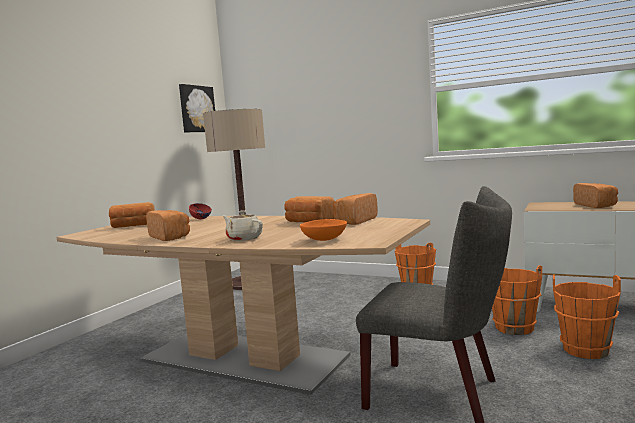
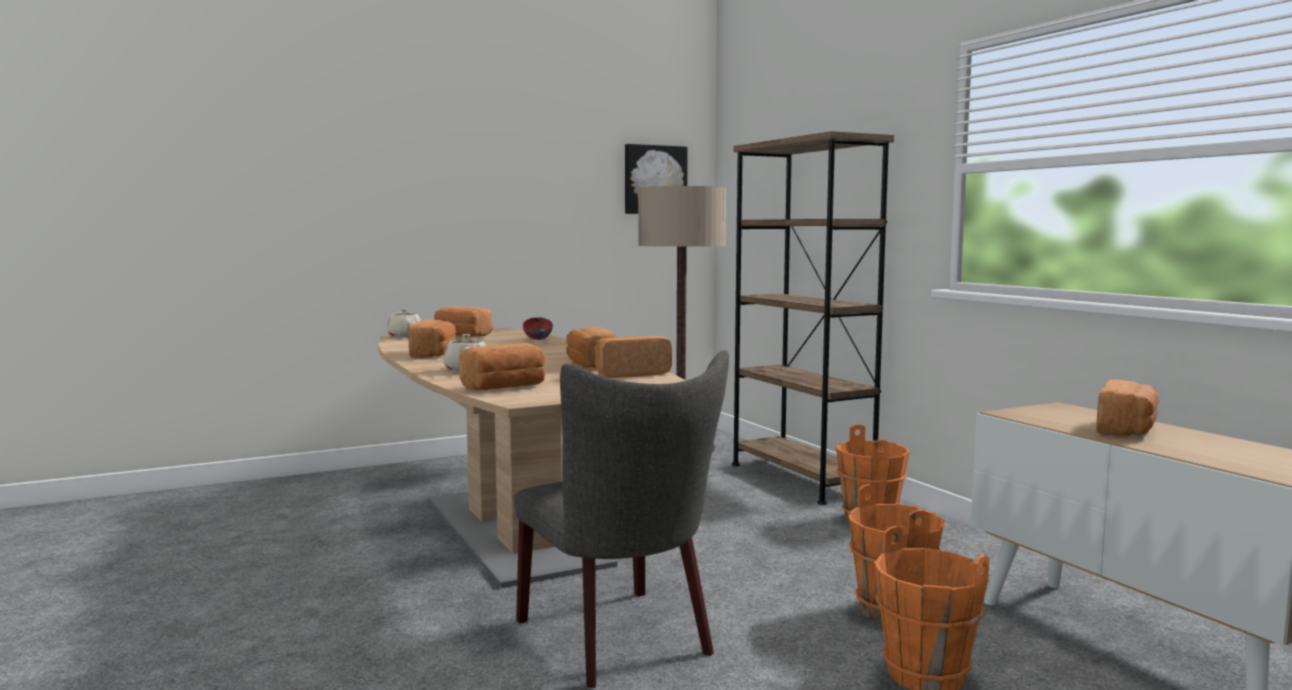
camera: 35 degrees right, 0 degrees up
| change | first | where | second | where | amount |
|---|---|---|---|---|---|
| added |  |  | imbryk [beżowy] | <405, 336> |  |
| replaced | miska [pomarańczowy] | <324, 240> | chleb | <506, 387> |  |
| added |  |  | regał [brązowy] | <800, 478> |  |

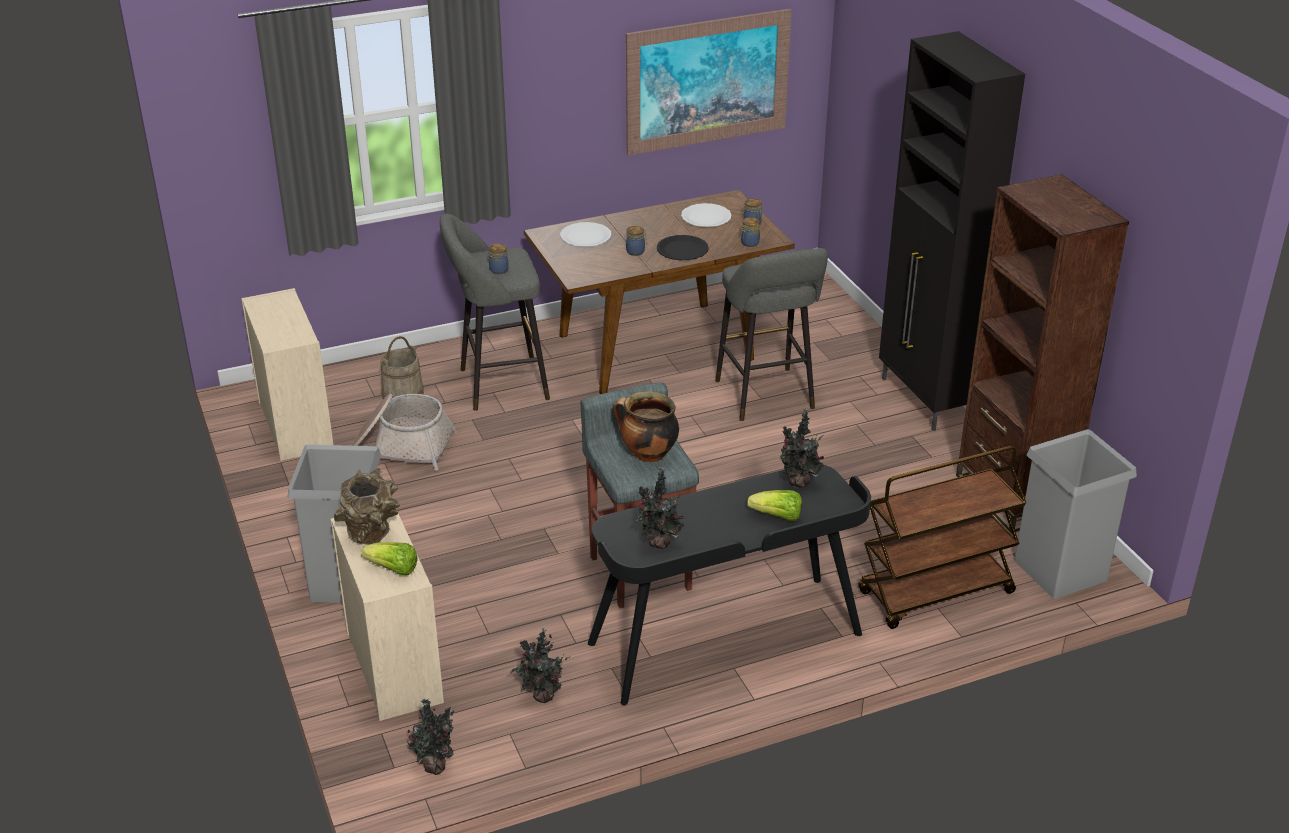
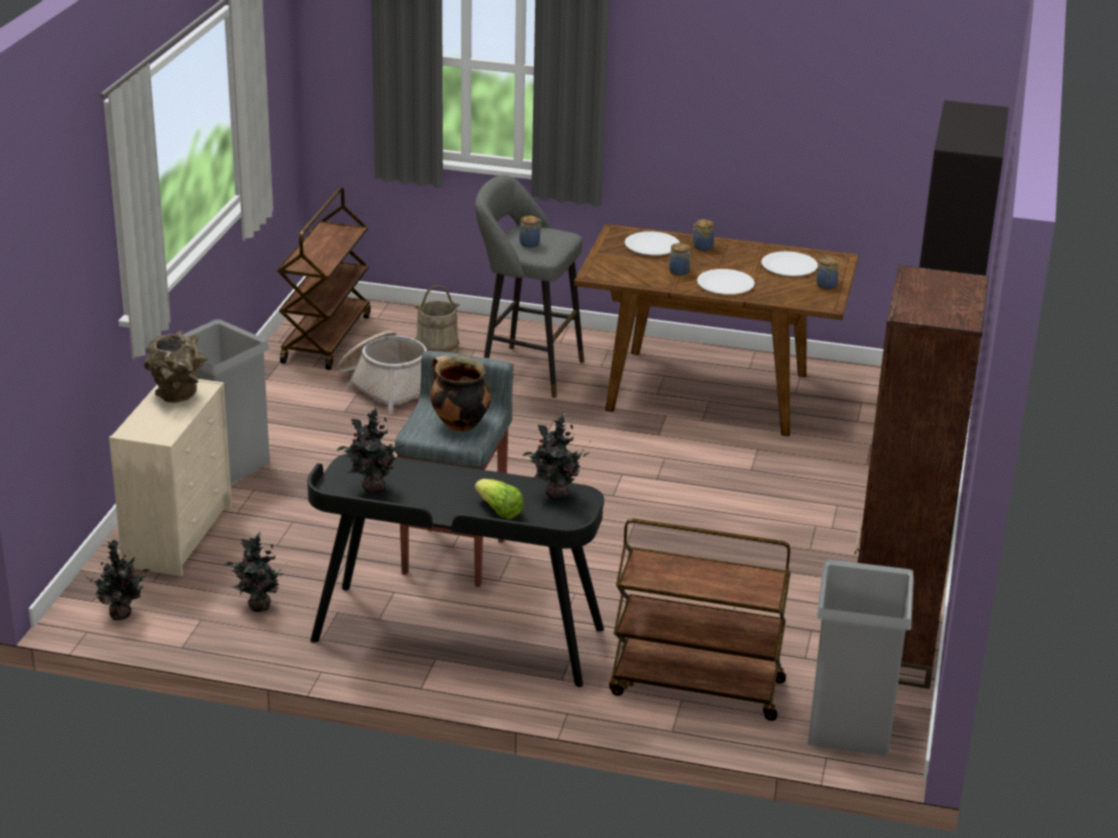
camera: 35 degrees right, 5 degrees down
| change | first | where | second | where | amount |
|---|---|---|---|---|---|
| replaced | komoda [beżowy] | <295, 424> | wózek [brązowy] | <325, 338> |  |
| moved | słoik | <749, 243> |  | <702, 247> |  |
| recoloured | talerz [czarny] | <682, 249> | talerz [biały] | <725, 284> |  |
| removed | sałata | <393, 569> |  |  |  |
| removed | obraz | <707, 81> |  |  |  |
| removed | stołek [szary] | <767, 397> |  |  |  |

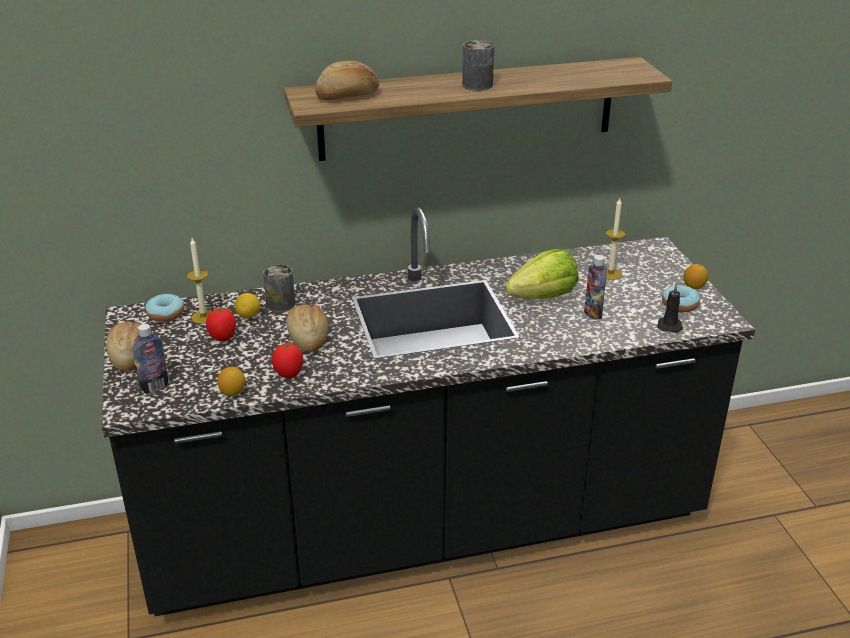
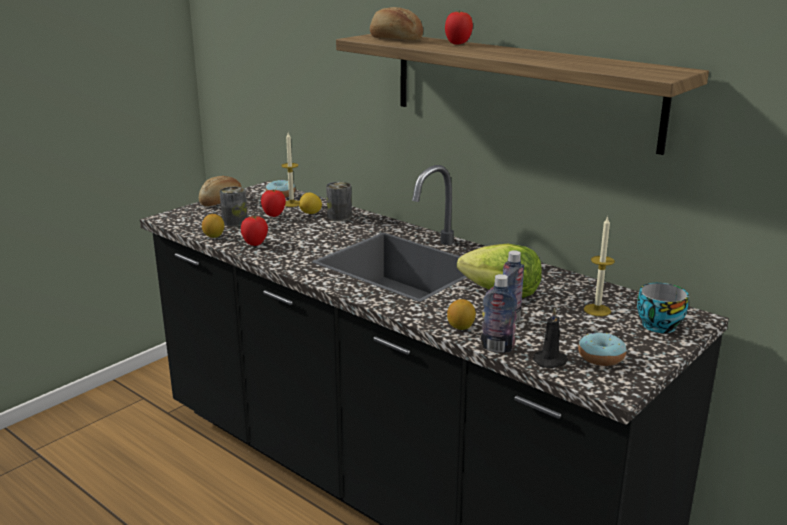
camera: 55 degrees right, 10 degrees down
| change | first | where | second | where | amount |
|---|---|---|---|---|---|
| moved | puszka | <477, 85> |  | <235, 222> |  |
| added |  |  | pomidor | <458, 44> |  |
| moved | cytryna | <694, 287> |  | <461, 327> |  |
| moved | butelka | <155, 386> |  | <497, 348> |  |
| added |  |  | filiżanka | <657, 324> |  |
| removed | chleb | <308, 338> |  |  |  |

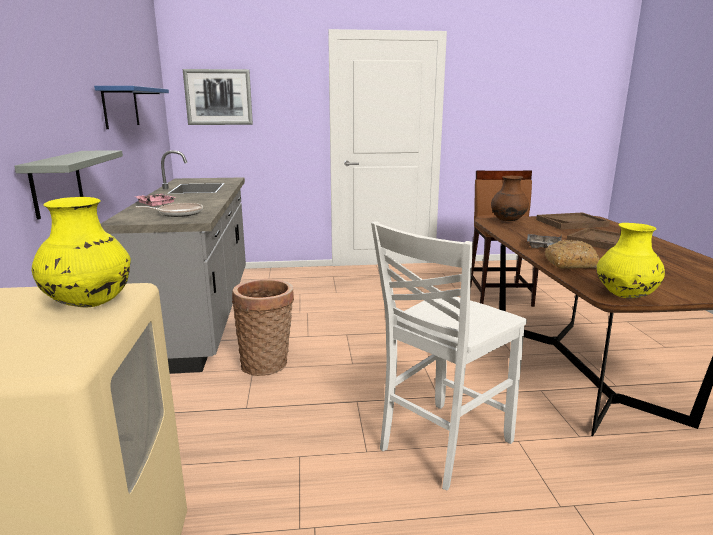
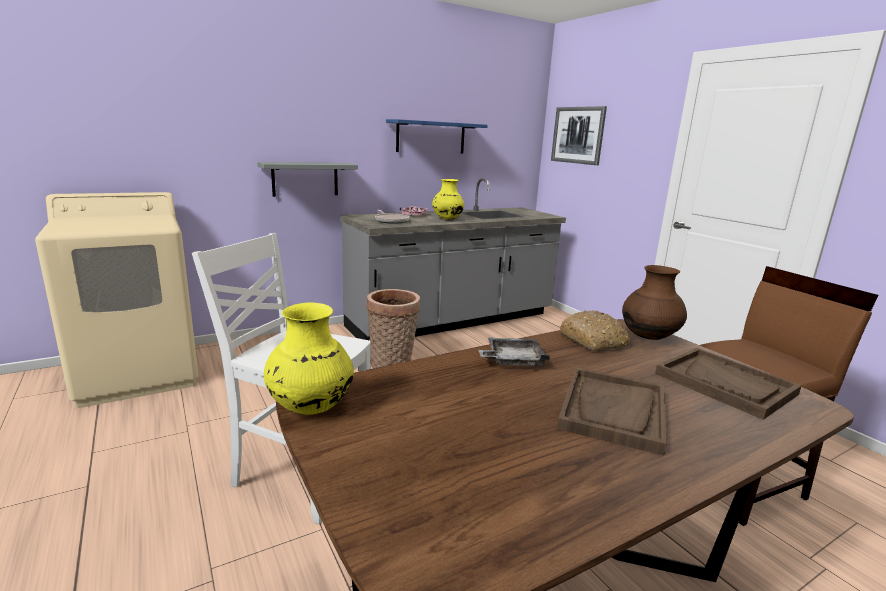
camera: 65 degrees right, 0 degrees up
| change | first | where | second | where | amount |
|---|---|---|---|---|---|
| moved | wazon [żółty] | <89, 304> |  | <447, 219> |  |
| moved | chleb | <571, 264> |  | <593, 341> |  |

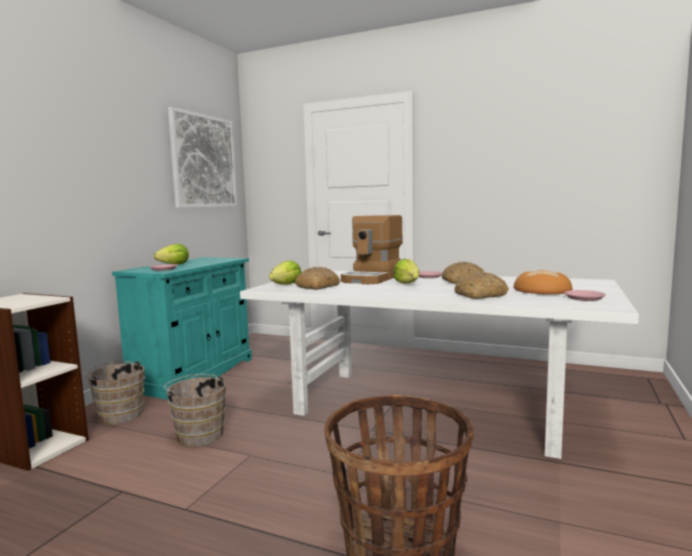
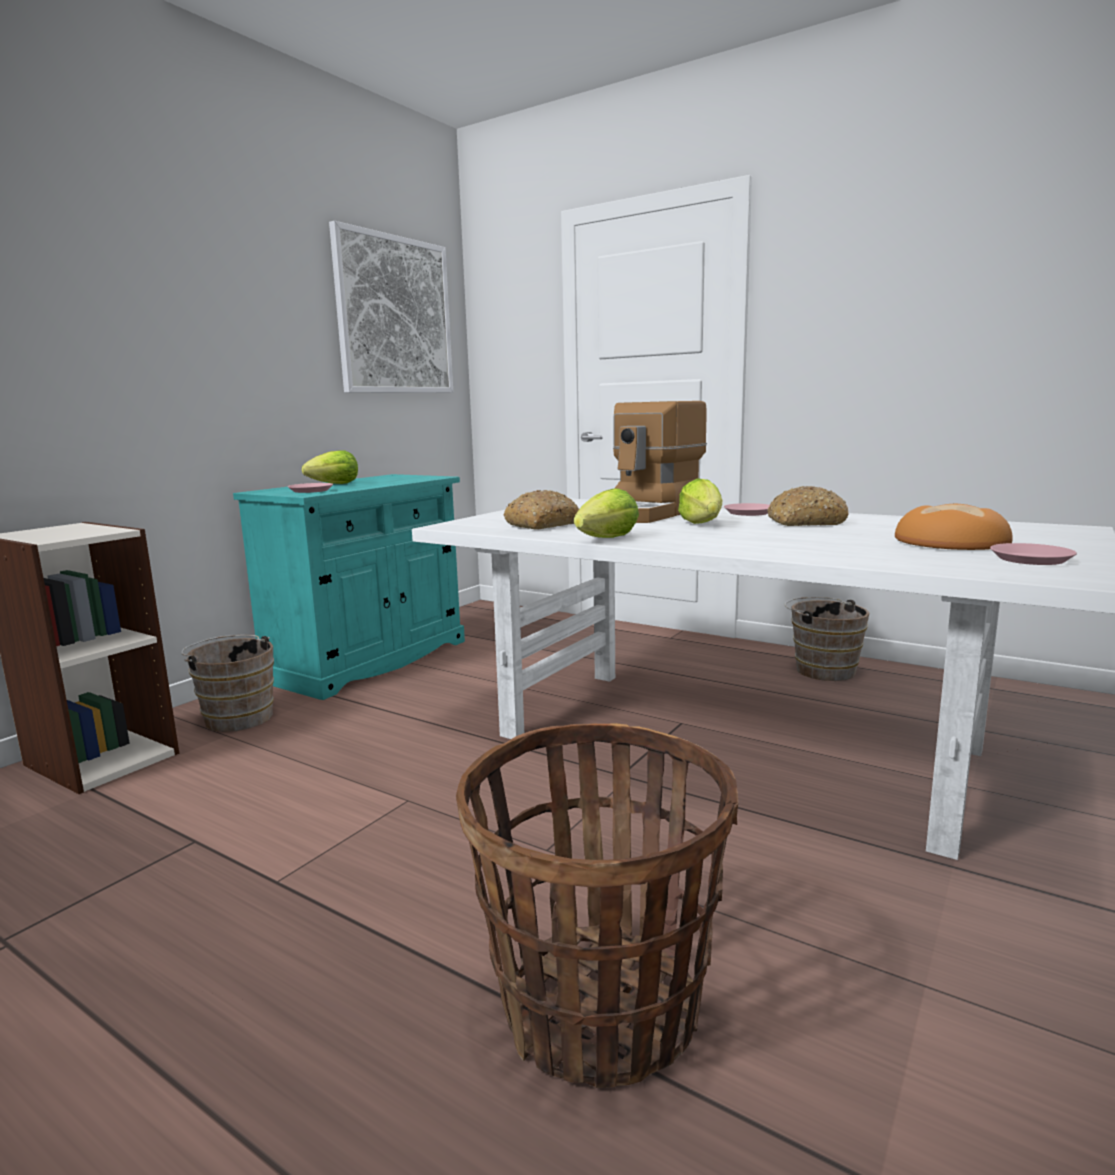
camera: 10 degrees right, 5 degrees up
| change | first | where | second | where | amount |
|---|---|---|---|---|---|
| moved | sałata | <286, 285> |  | <607, 539> |  |
| moved | wiadro [brązowy] | <198, 434> |  | <821, 669> |  |
| removed | chleb | <480, 295> |  |  |  |

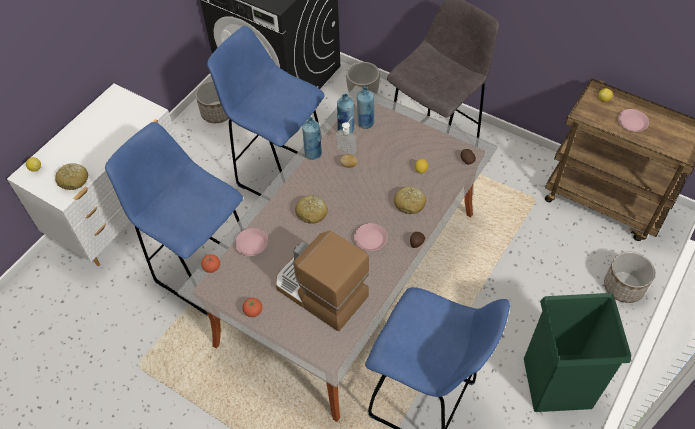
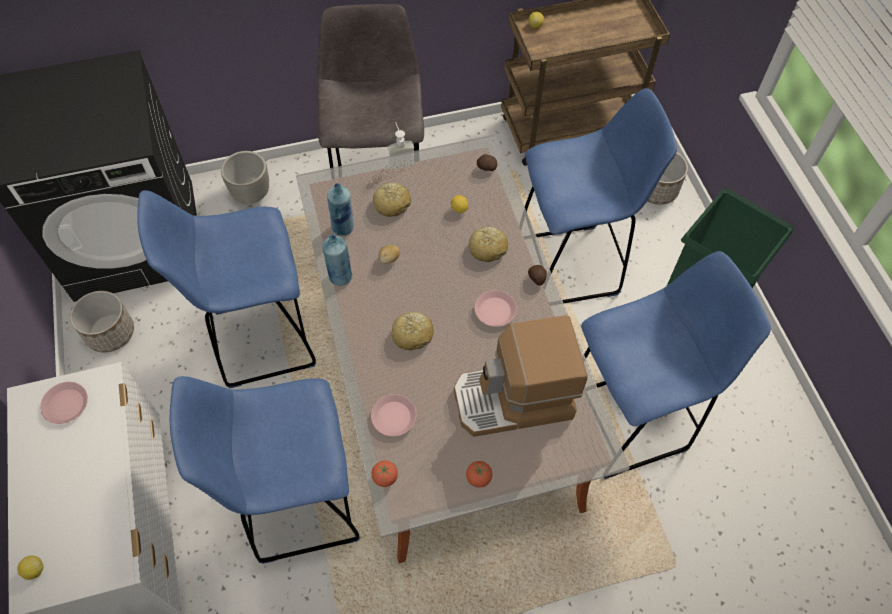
camera: 50 degrees left, 5 degrees up
| change | first | where | second | where | amount |
|---|---|---|---|---|---|
| moved | talerz [różowy] | <632, 122> |  | <66, 404> |  |
| moved | chleb | <74, 180> |  | <392, 204> |  |
| moved | dozownik mydła | <348, 146> |  | <400, 160> |  |
| added |  |  | stołek [niebieski] | <571, 265> |  |
| removed | butelka [niebieski] | <365, 123> |  |  |  |

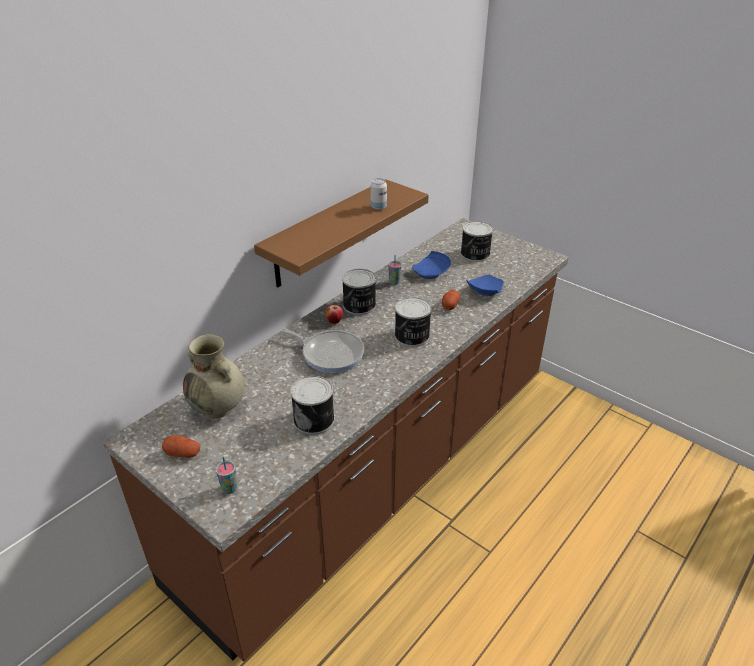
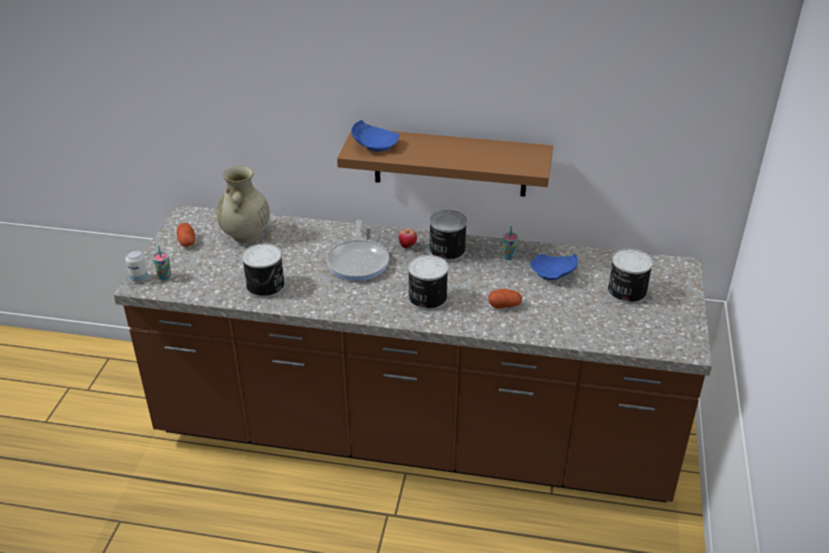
camera: 60 degrees right, 0 degrees up
| change | first | where | second | where | amount |
|---|---|---|---|---|---|
| moved | puszka | <378, 207> |  | <139, 278> |  |
| moved | talerz [niebieski] | <484, 291> |  | <374, 145> |  |

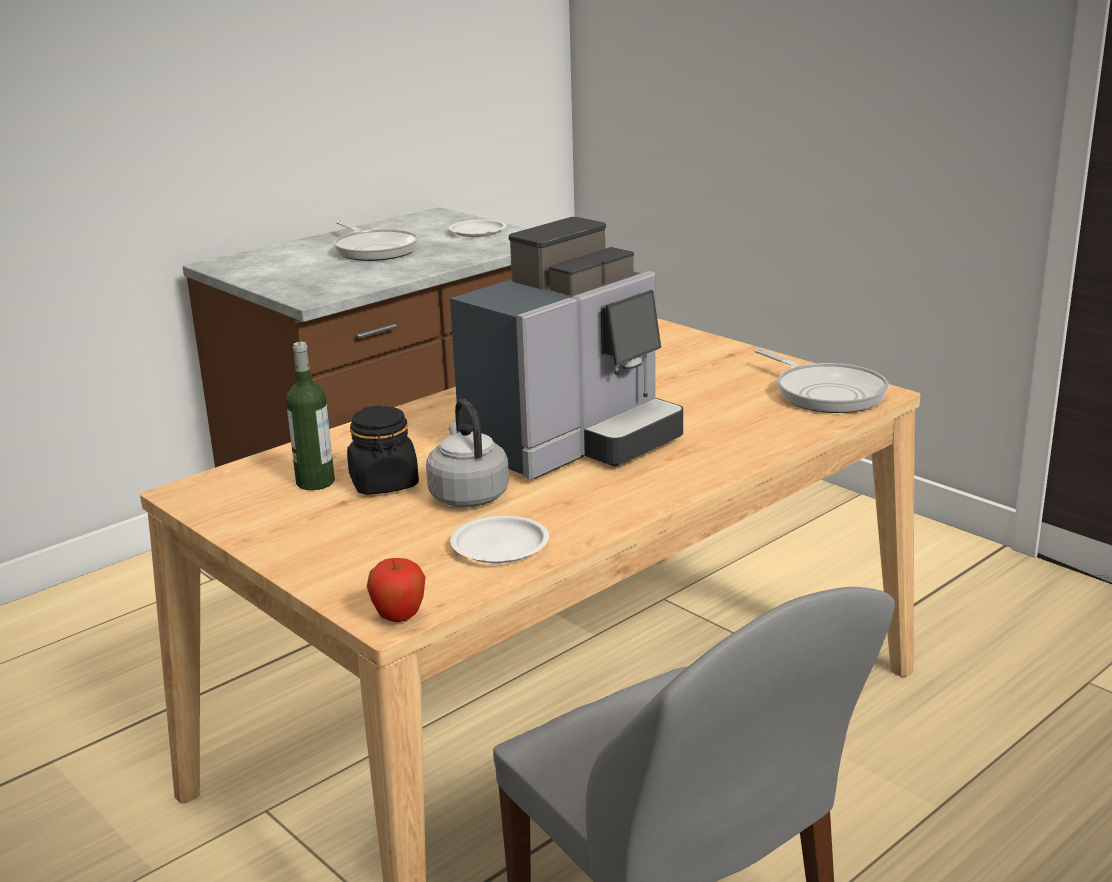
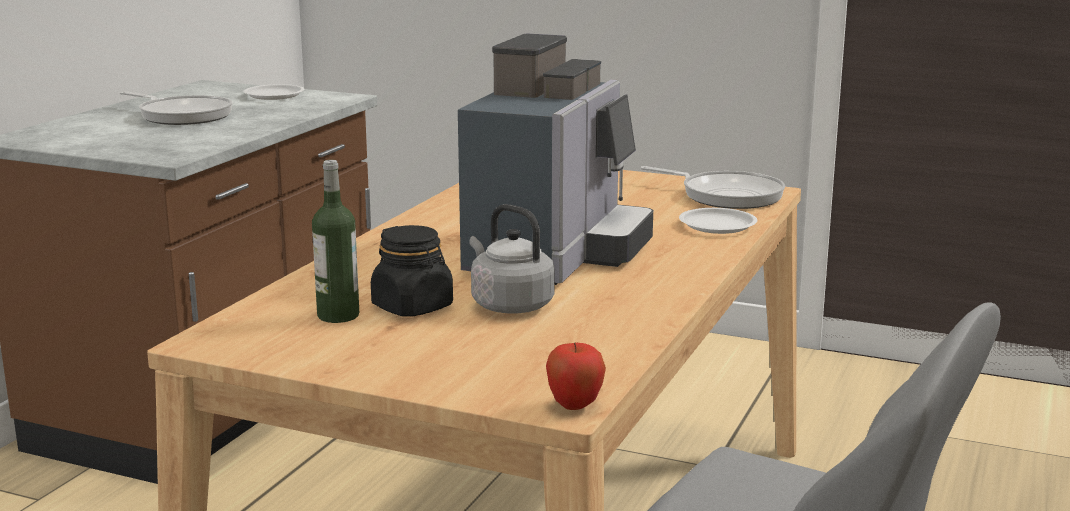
camera: 25 degrees left, 5 degrees down
| change | first | where | second | where | amount |
|---|---|---|---|---|---|
| moved | talerz [biały] | <500, 546> |  | <718, 226> |  |

